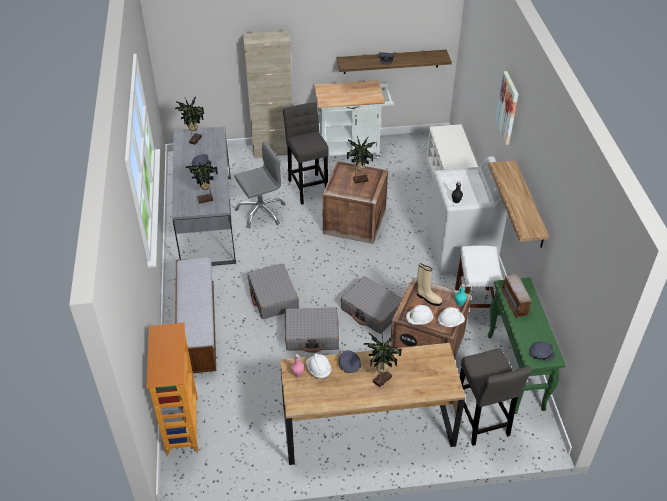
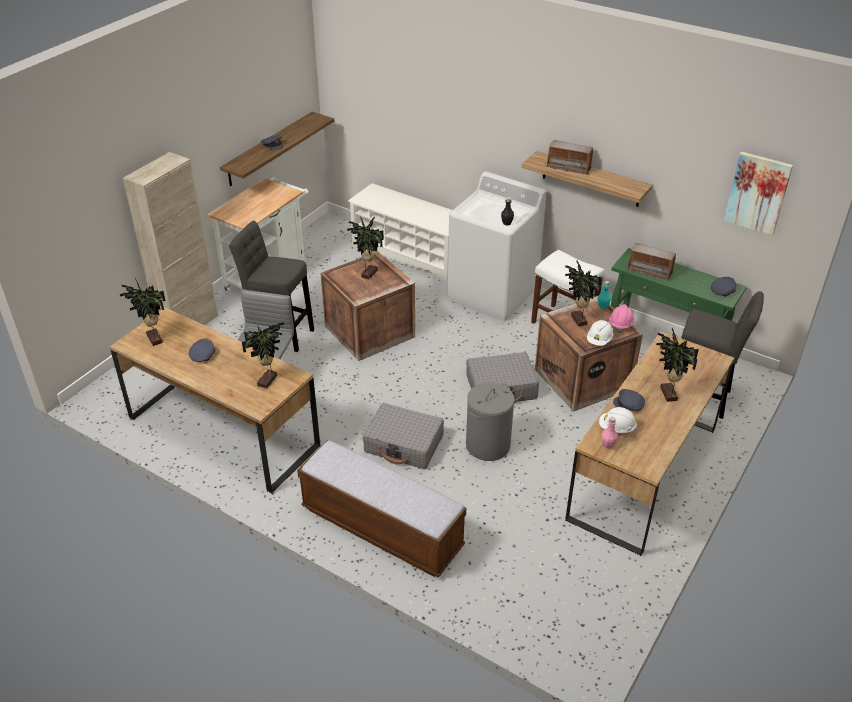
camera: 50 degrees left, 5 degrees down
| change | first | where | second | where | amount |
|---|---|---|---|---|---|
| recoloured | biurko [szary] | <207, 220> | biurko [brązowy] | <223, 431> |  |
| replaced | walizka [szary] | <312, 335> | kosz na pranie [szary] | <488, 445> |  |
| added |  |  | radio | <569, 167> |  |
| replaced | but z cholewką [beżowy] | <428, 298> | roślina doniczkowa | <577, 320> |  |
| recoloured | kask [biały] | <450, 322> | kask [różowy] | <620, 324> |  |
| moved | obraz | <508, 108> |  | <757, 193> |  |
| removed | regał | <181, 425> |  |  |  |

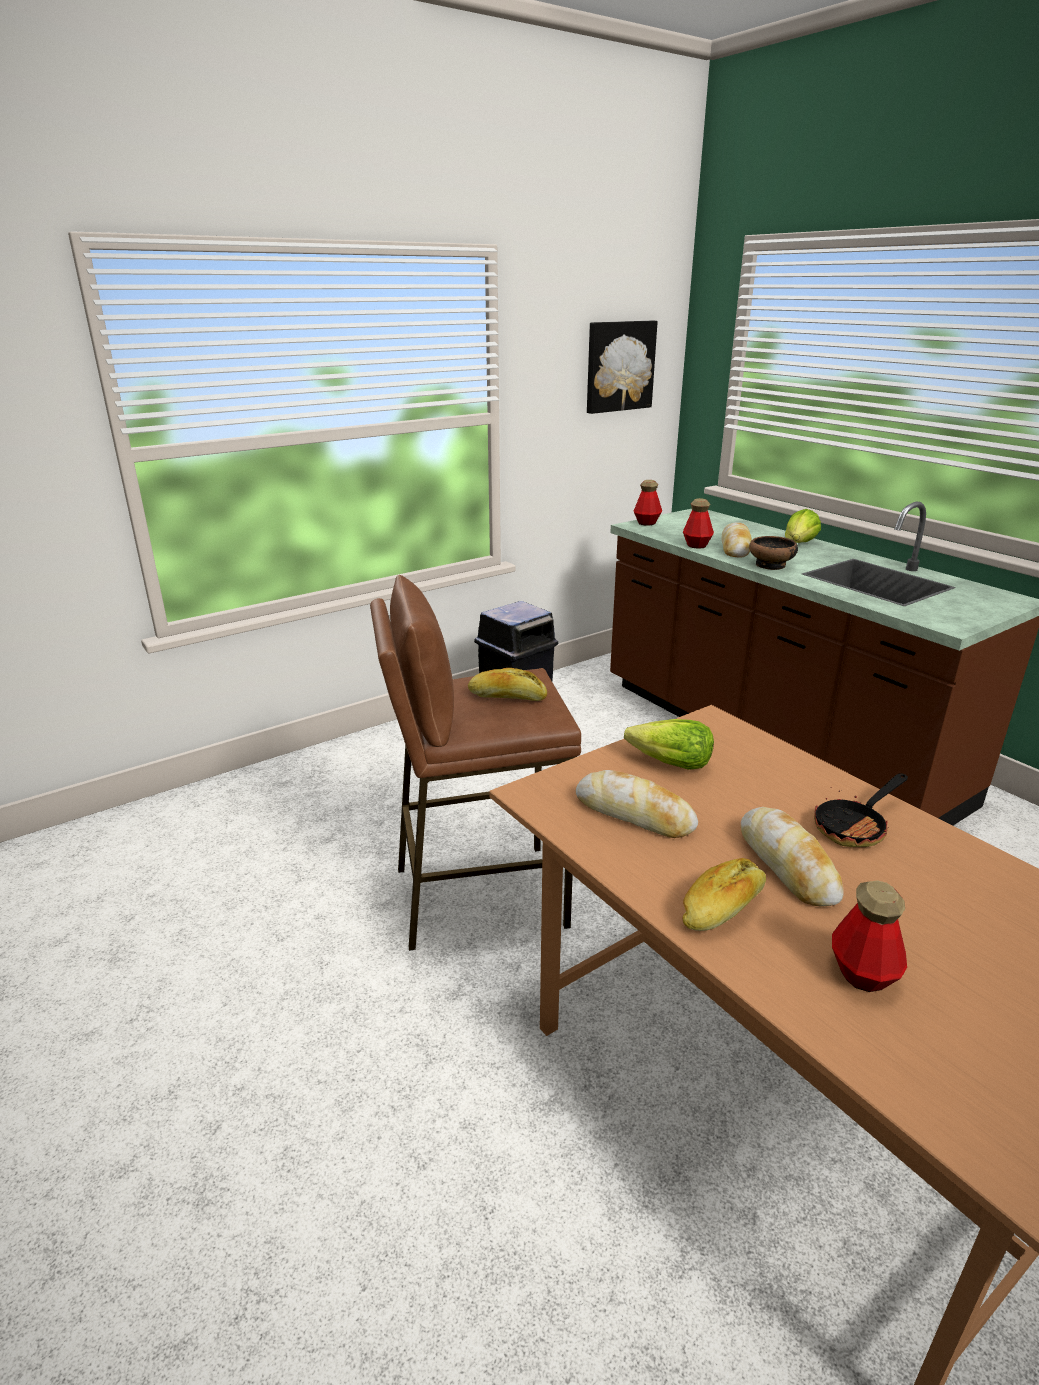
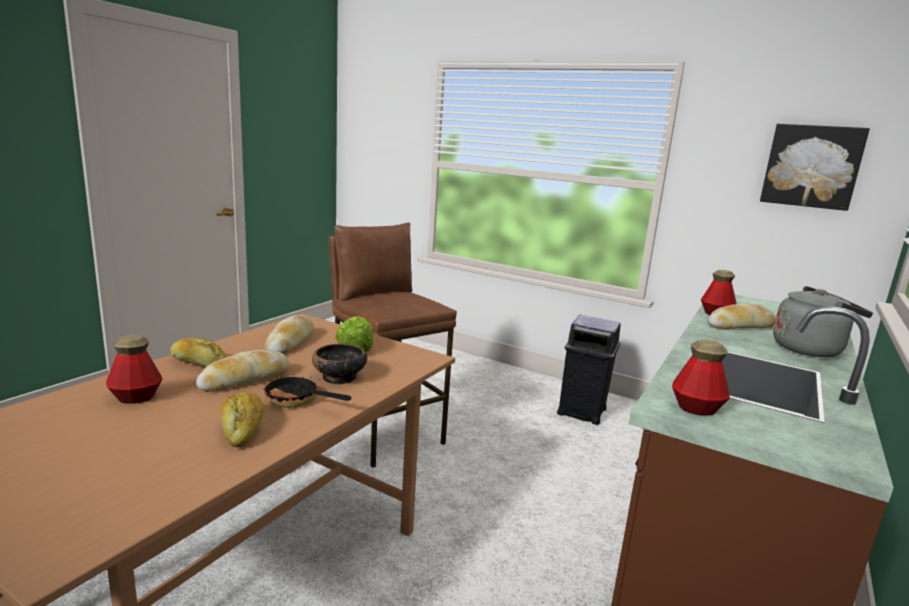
camera: 65 degrees right, 10 degrees down
| change | first | where | second | where | amount |
|---|---|---|---|---|---|
| moved | chleb | <507, 697> |  | <243, 428> |  |
| moved | miska | <771, 565> |  | <339, 377> |  |
| moved | butelka | <647, 523> |  | <696, 408> |  |
| replaced | sałata | <798, 545> | czajnik [szary] | <810, 349> |  |

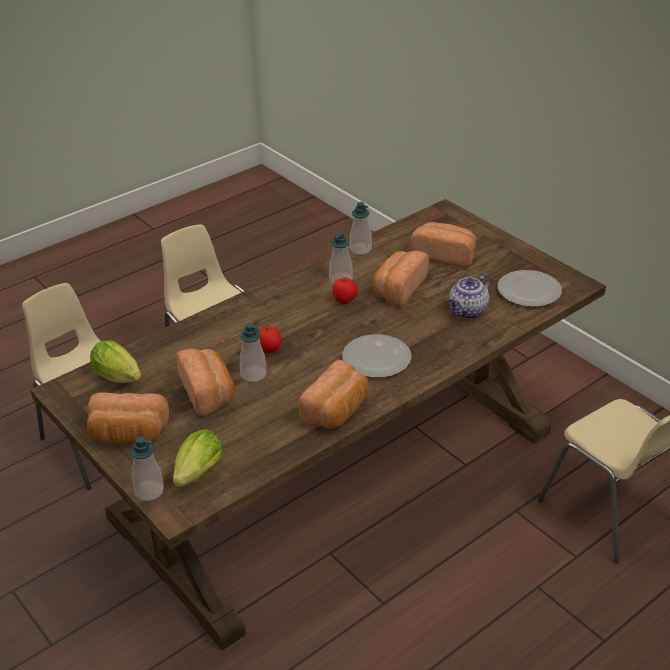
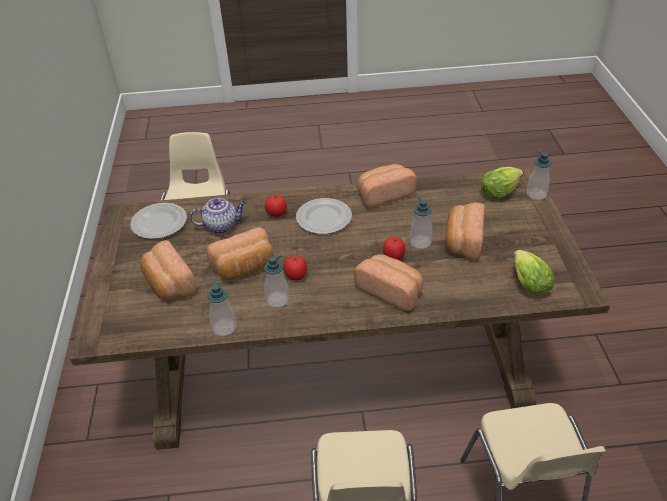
camera: 145 degrees left, 5 degrees up
| change | first | where | second | where | amount |
|---|---|---|---|---|---|
| added |  |  | pomidor | <276, 214> |  |
| moved | chleb | <128, 435> |  | <391, 291> |  |

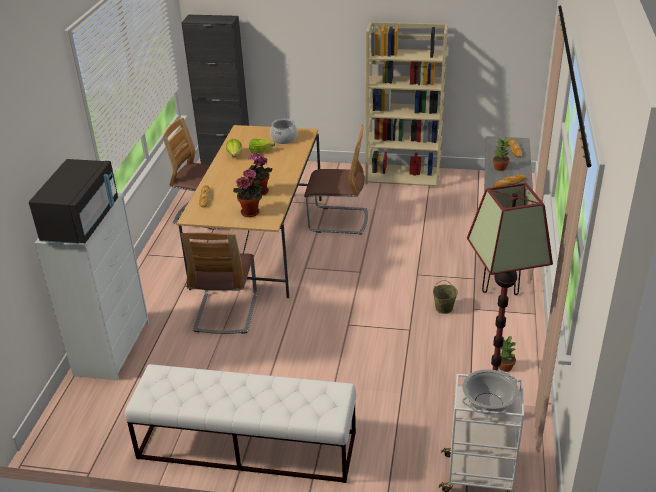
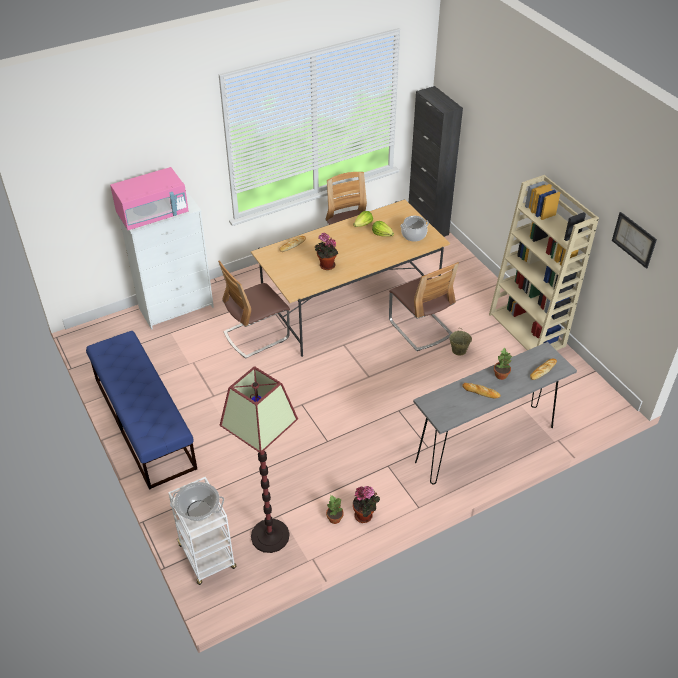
camera: 50 degrees right, 10 degrees up
| change | first | where | second | where | amount |
|---|---|---|---|---|---|
| recoloured | ławka [biały] | <246, 445> | ławka [niebieski] | <144, 422> |  |
| recoloured | mikrofalówka [czarny] | <81, 222> | mikrofalówka [różowy] | <153, 215> |  |
| moved | roślina doniczkowa | <251, 212> |  | <365, 516> |  |
| moved | wiadro [beżowy] | <443, 308> |  | <458, 350> |  |
| added |  |  | obraz | <634, 239> |  |

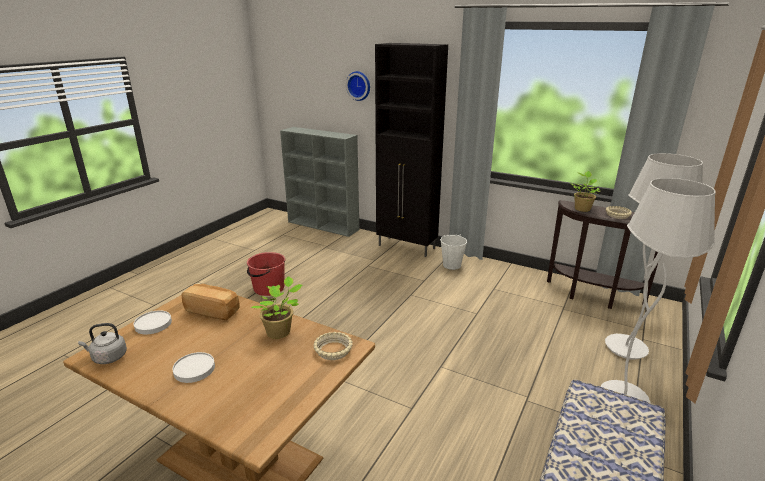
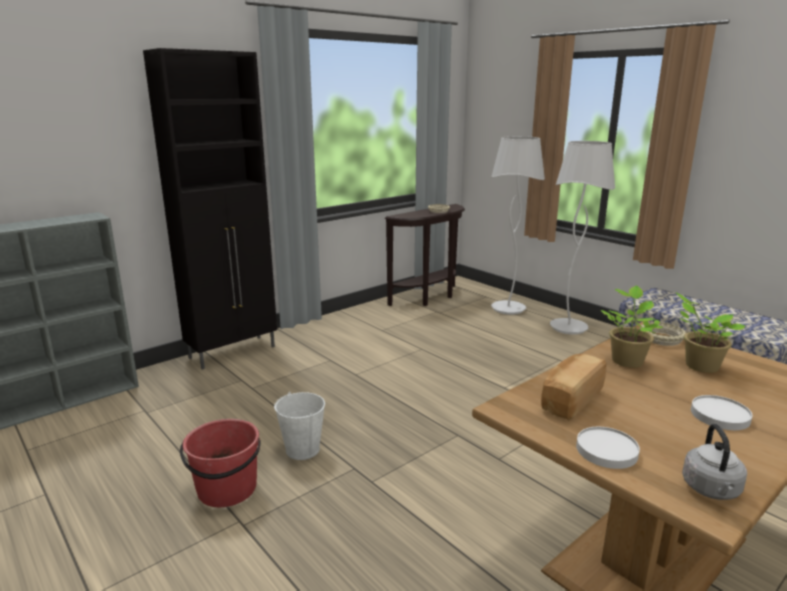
camera: 70 degrees left, 5 degrees down
| change | first | where | second | where | amount |
|---|---|---|---|---|---|
| moved | wiadro [biały] | <452, 265> |  | <303, 449> |  |
| moved | roślina doniczkowa | <582, 208> |  | <699, 365> |  |
| removed | zegar ścienny | <359, 85> |  |  |  |

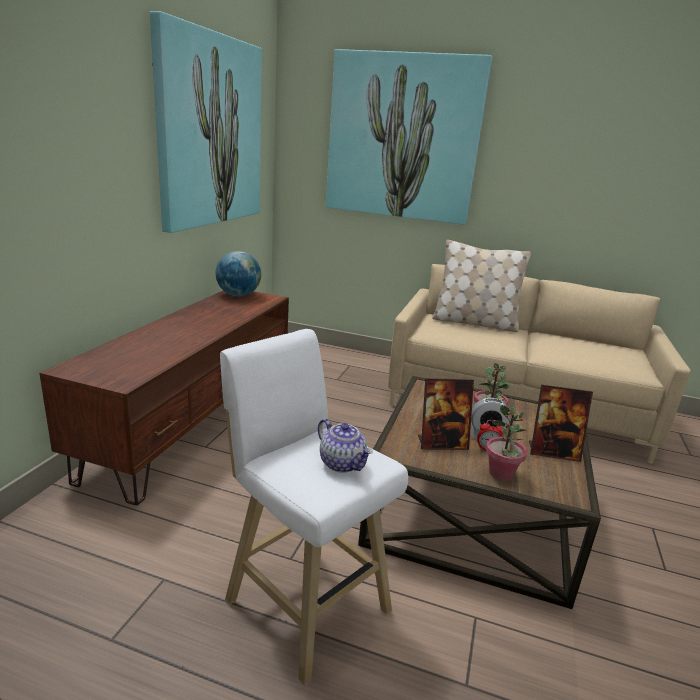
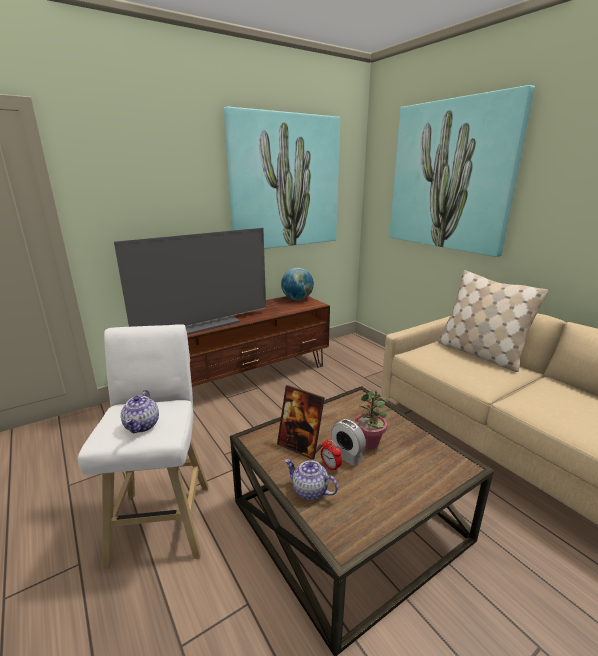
camera: 40 degrees right, 0 degrees up
| change | first | where | second | where | amount |
|---|---|---|---|---|---|
| added |  |  | telewizor | <202, 324> |  |
| replaced | roślina doniczkowa | <501, 474> | imbryk | <309, 491> |  |
| removed | ramka na zdjęcie | <553, 452> |  |  |  |

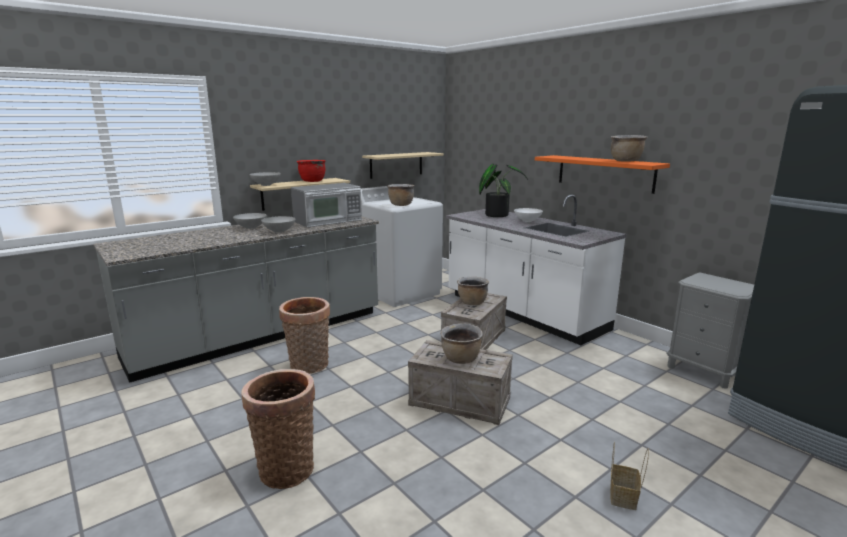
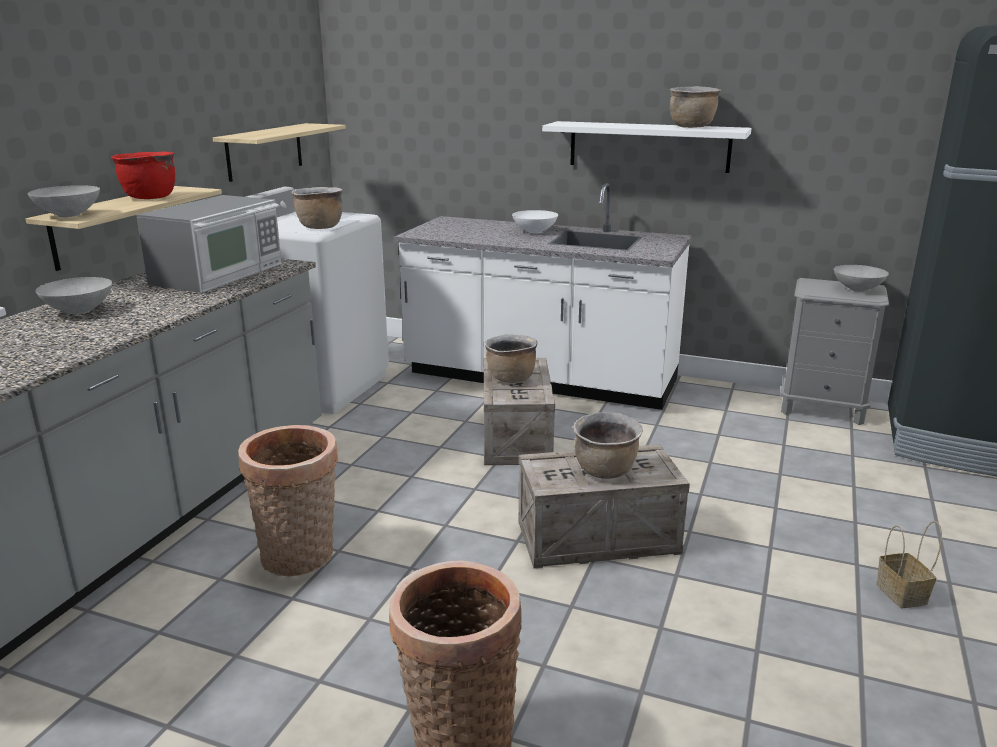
camera: 30 degrees left, 5 degrees up
| change | first | where | second | where | amount |
|---|---|---|---|---|---|
| recoloured | półka [pomarańczowy] | <604, 173> | półka [biały] | <648, 146> |  |
| moved | miska [szary] | <279, 231> |  | <856, 289> |  |
| removed | roślina doniczkowa | <497, 214> |  |  |  |

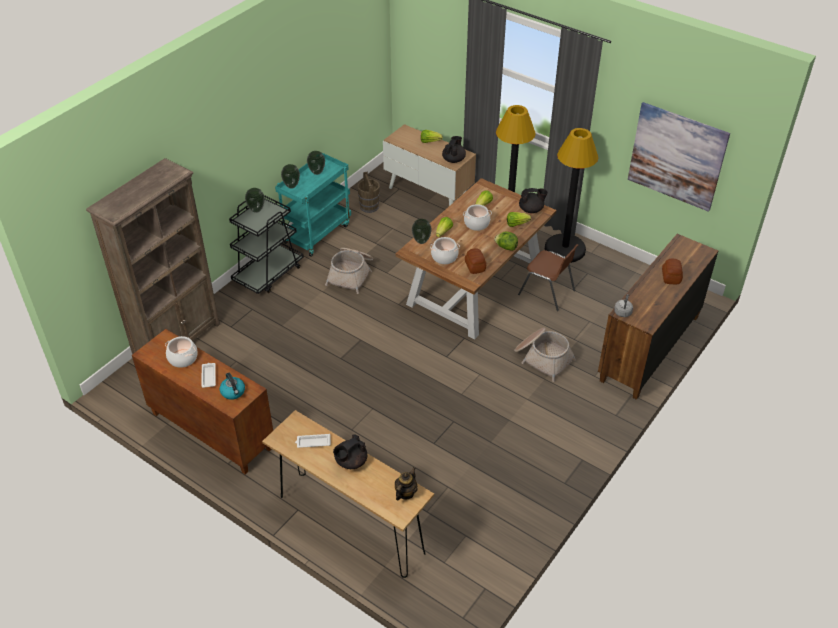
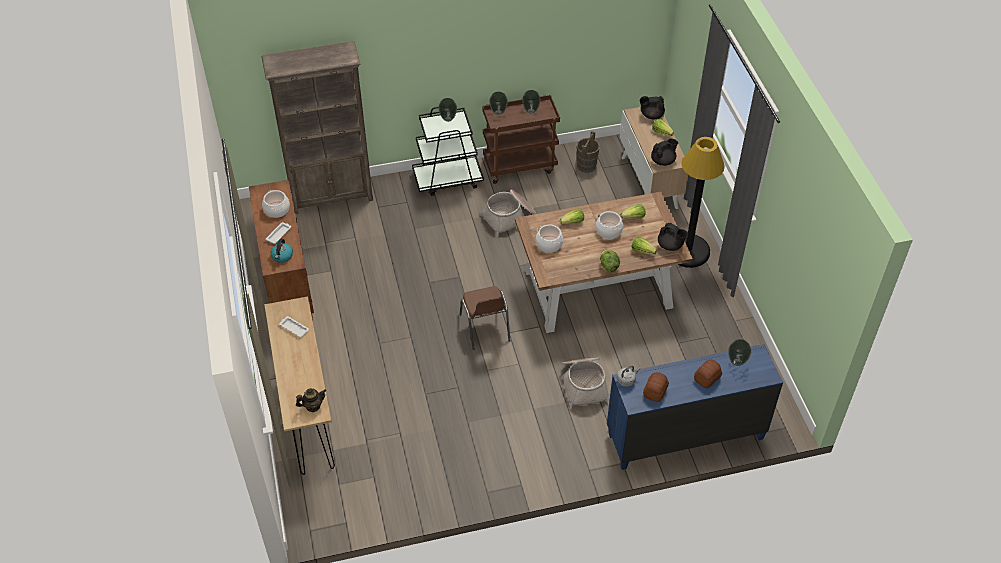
camera: 40 degrees right, 5 degrees up
| change | first | where | second | where | amount |
|---|---|---|---|---|---|
| moved | krzesło [brązowy] | <547, 293> |  | <485, 328> |  |
| recoloured | wózek [turkusowy] | <317, 233> | wózek [brązowy] | <520, 165> |  |
| recoloured | komoda [brązowy] | <649, 348> | komoda [niebieski] | <684, 436> |  |
| moved | imbryk [czarny] | <350, 461> |  | <651, 115> |  |
| moved | chleb | <475, 266> |  | <654, 391> |  |
| moved | wazon | <421, 241> |  | <737, 362> |  |
| removed | lampa stojąca [czarny] | <565, 249> |  |  |  |
| removed | obraz | <677, 156> |  |  |  |

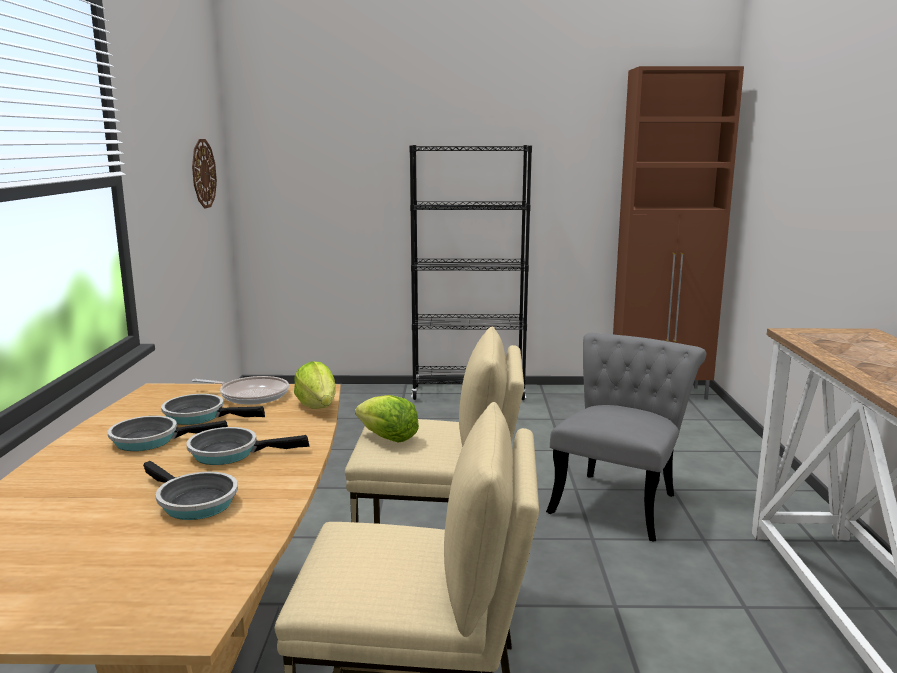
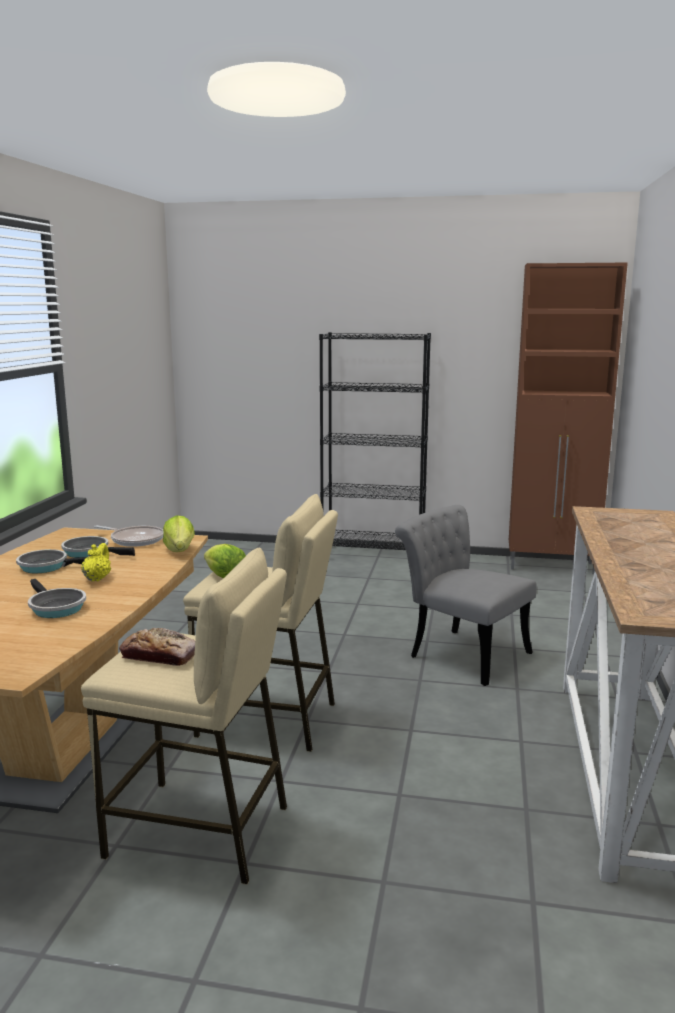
camera: 10 degrees right, 0 degrees up
| change | first | where | second | where | amount |
|---|---|---|---|---|---|
| replaced | patelnia | <230, 453> | imbryk [żółty] | <97, 578> |  |
| added |  |  | chleb | <160, 656> |  |
| turned | krzesło [szary] | <619, 500> |  | <460, 653> | 90 degrees counterclockwise |
| removed | zegar ścienny | <203, 173> |  |  |  |

